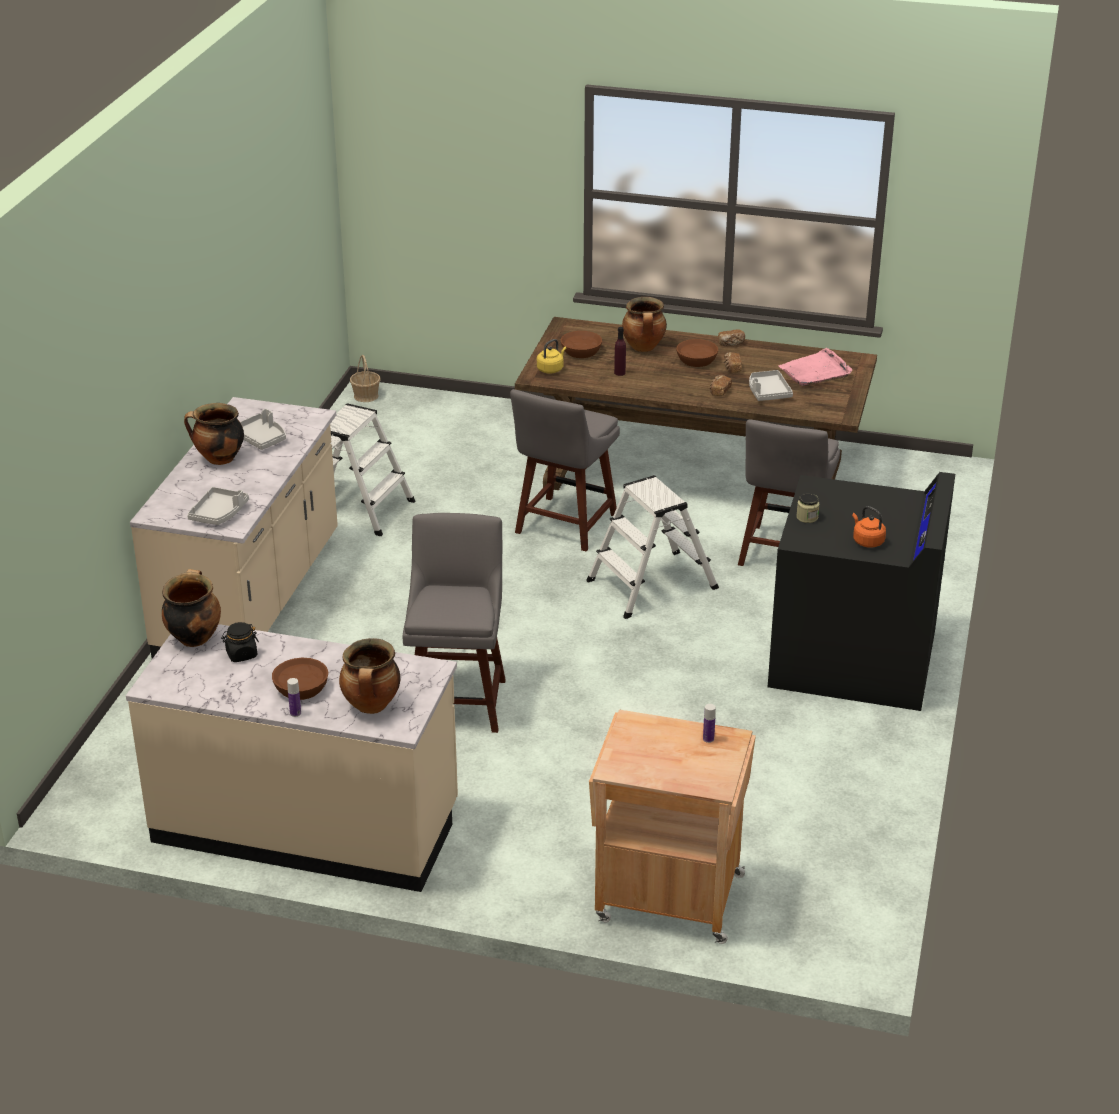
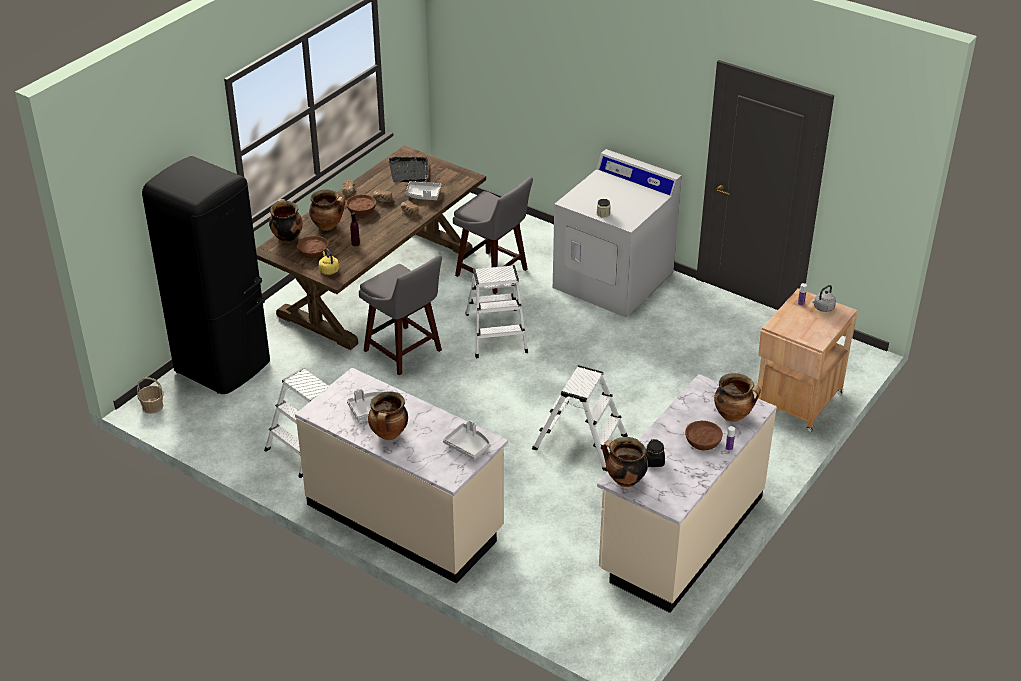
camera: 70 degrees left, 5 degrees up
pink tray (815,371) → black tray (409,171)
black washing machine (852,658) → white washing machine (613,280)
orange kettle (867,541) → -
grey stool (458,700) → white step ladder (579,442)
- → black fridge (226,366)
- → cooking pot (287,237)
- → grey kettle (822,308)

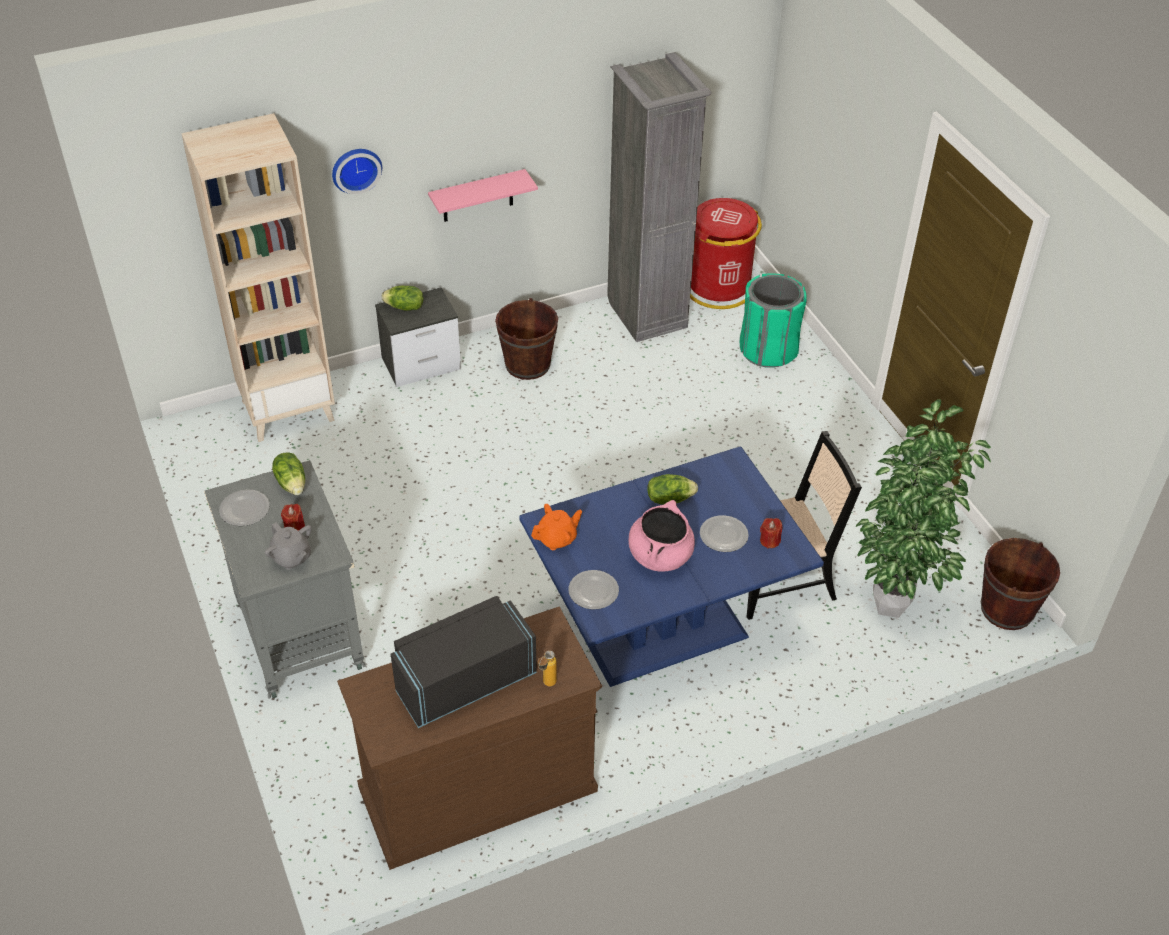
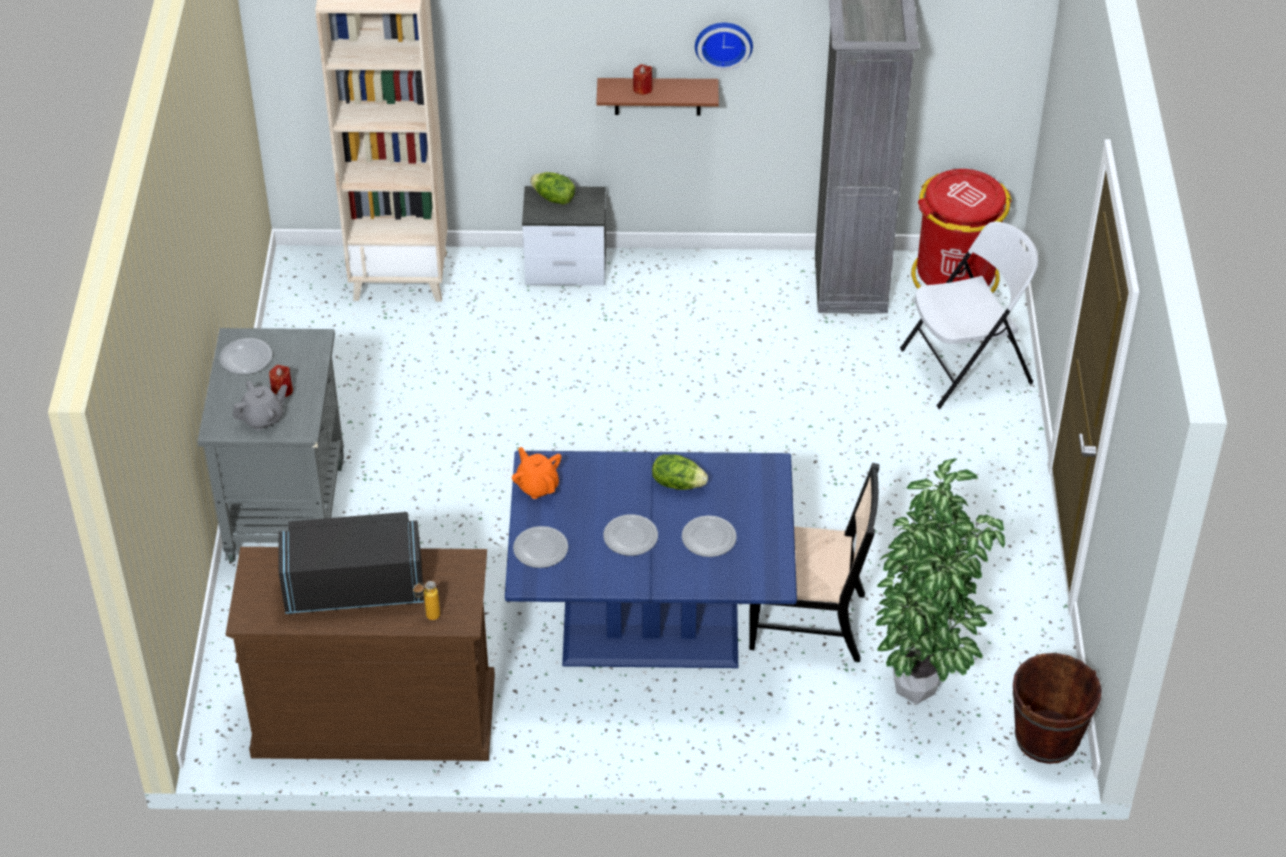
camera: 25 degrees right, 0 degrees up
wall clock (355,169) → wall clock (723,43), relocated
pink shelf (477,196) → brown shelf (657,96)
green trash can (768,349) → white chair (966,366)
brown bucket (527,364) → -
lettuce (292,483) → -
pink cooking pot (660,555) → plate (630,536)
orange teapot (557,539) → orange teapot (537,486), 120 degrees counterclockwise
red candle (769,541) → red candle (642,89), relocated
grey teapot (291,557) → grey teapot (263,418), 105 degrees counterclockwise

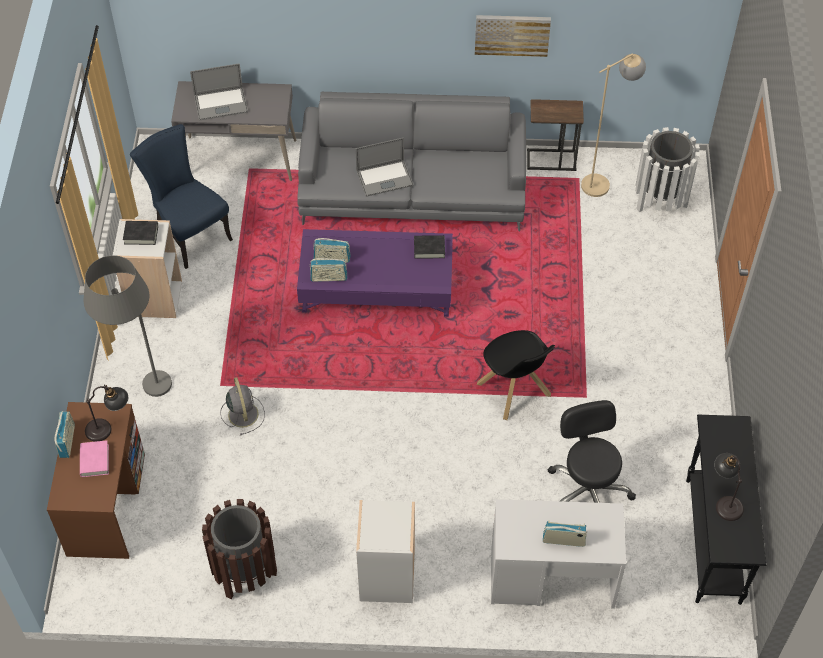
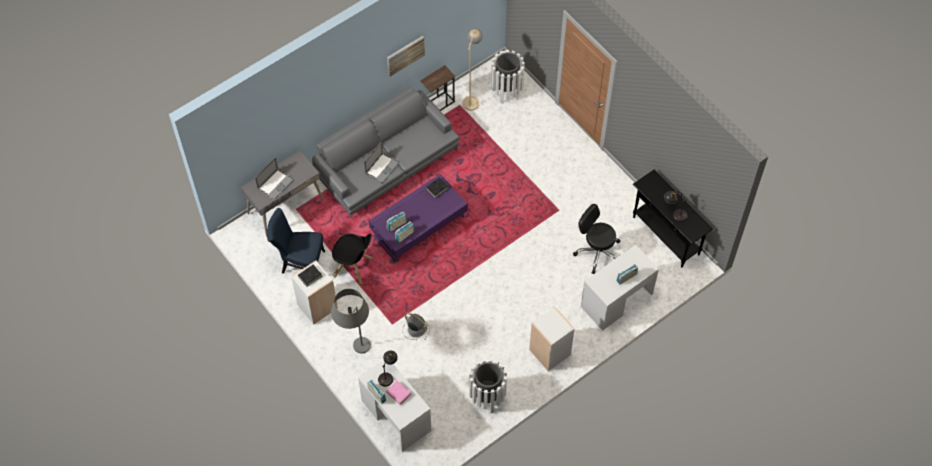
camera: 40 degrees left, 5 degrees up
black chair (514,391) → black chair (354,267), relocated
brown desk (106,504) → white desk (396,415)
brown trash can (244,571) → white trash can (487,397)

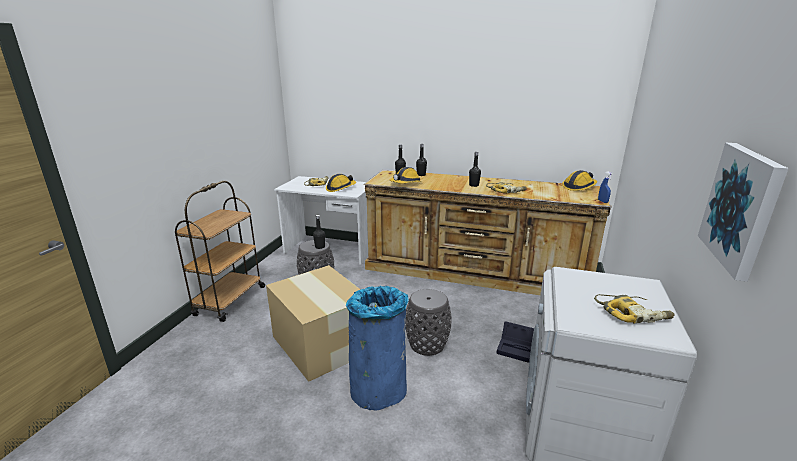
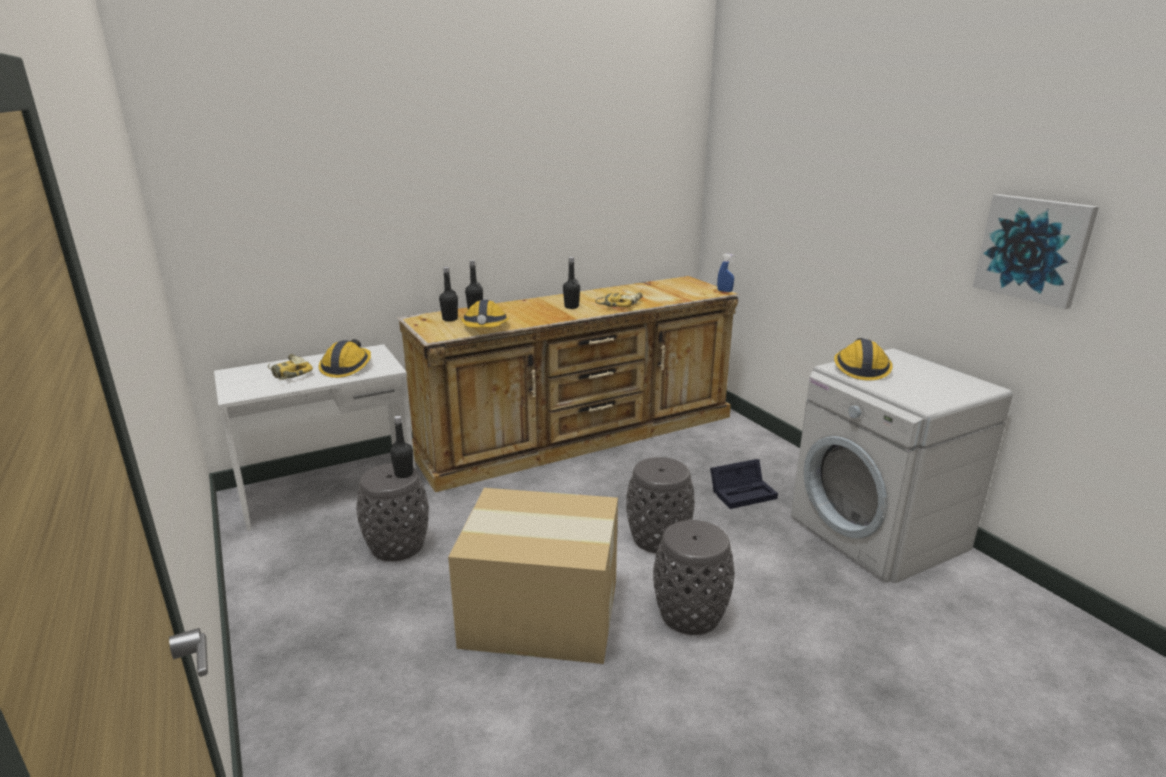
camera: 45 degrees left, 0 degrees up
hard hat (579,187) → hard hat (860,369), relocated
brown cart (229,301) → -
blue trash can (379,389) → grey stool (690,614)
power drill (632,313) → -

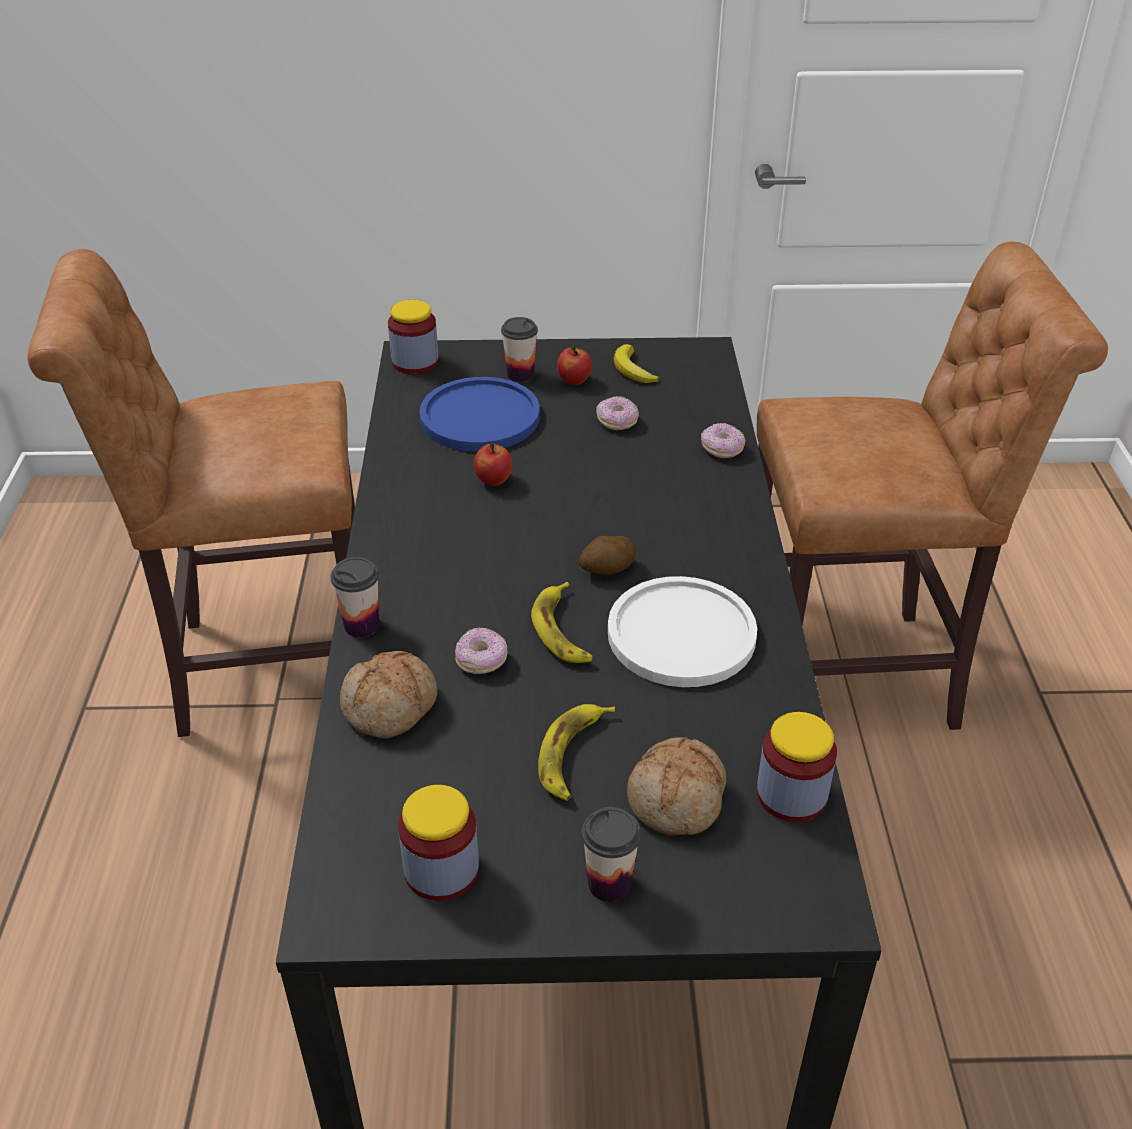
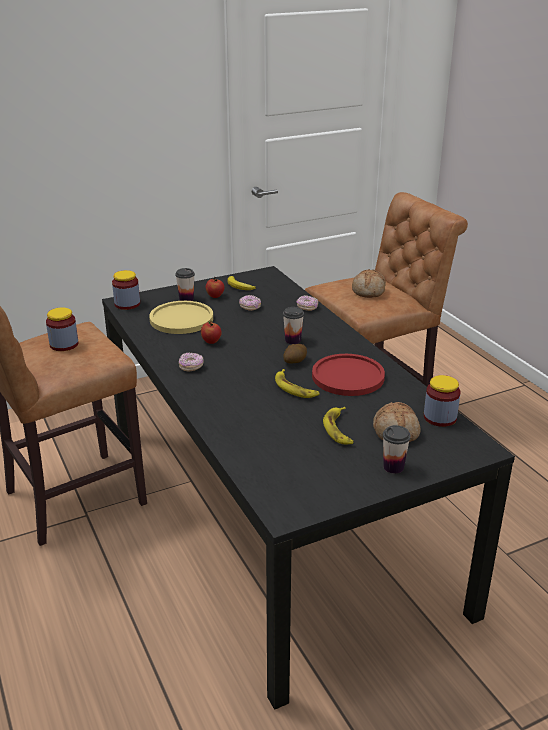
camera: 25 degrees left, 10 degrees down
blue plate (480,417) → yellow plate (181,319)
cup (361,625) → cup (293,340), relocated
white plate (681,634) → red plate (348,376)
donut (482,660) → donut (191,367), relocated
bread (391,707) → bread (369,291), relocated
jar (441,870) → jar (64,344), relocated

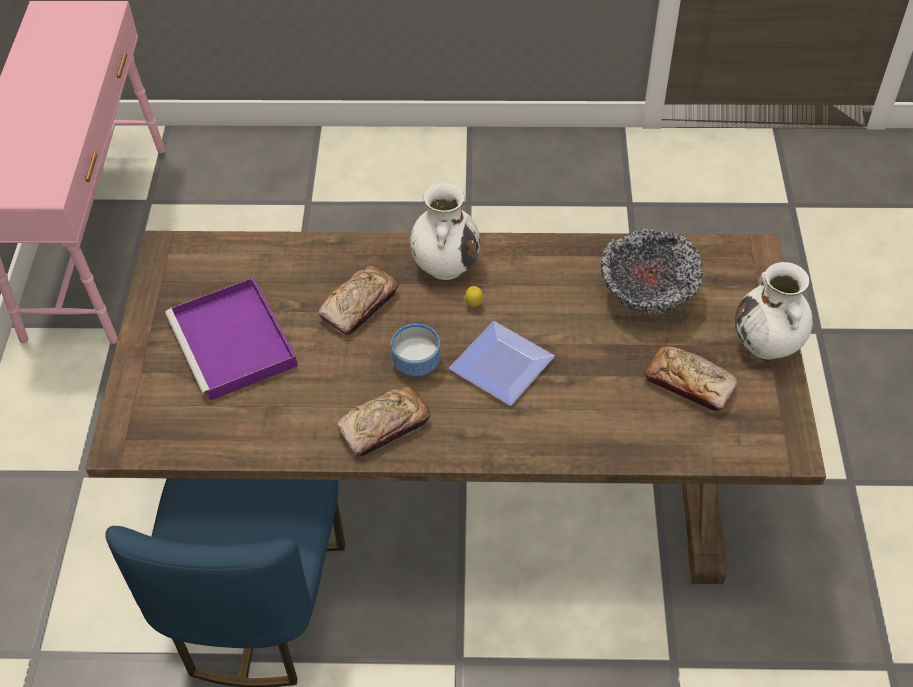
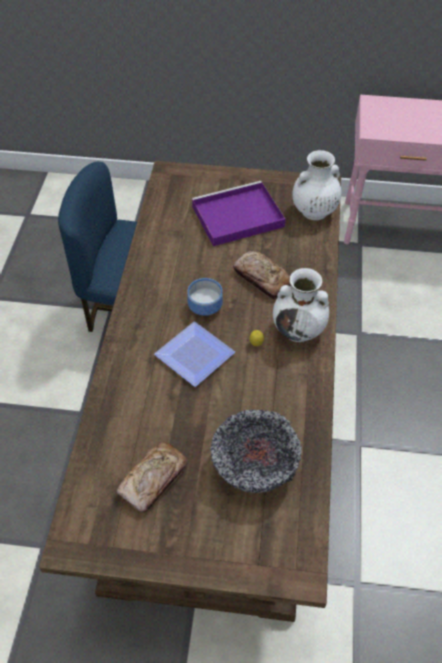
camera: 95 degrees right, 0 degrees up
white vase (767,345) → white vase (313,212), relocated
bread (384,427) → -

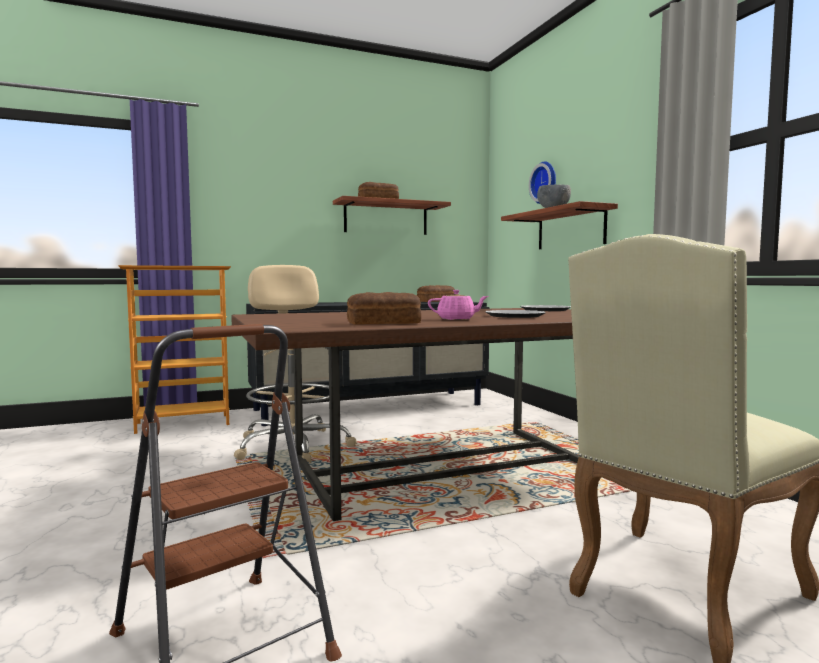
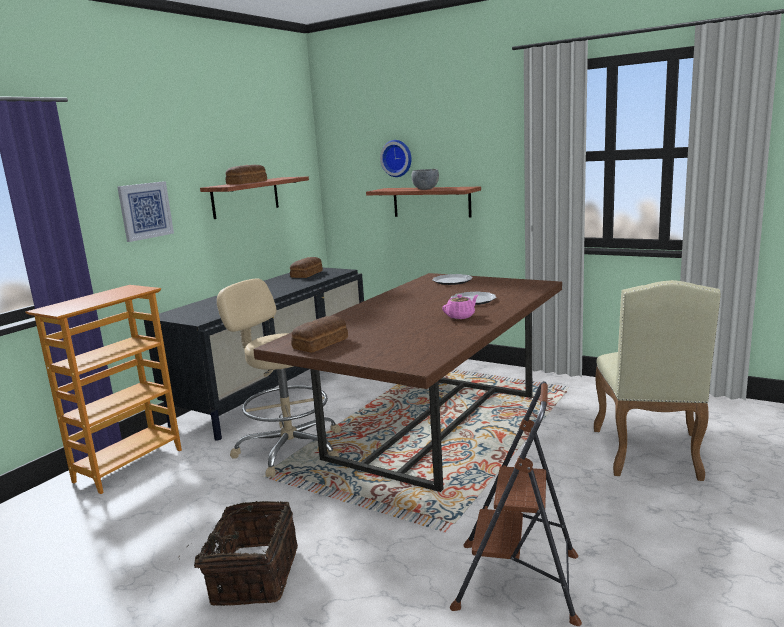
camera: 35 degrees left, 10 degrees up
bread (385,323) → bread (322,343), relocated
- → picture (145,210)
- → basket (252,575)

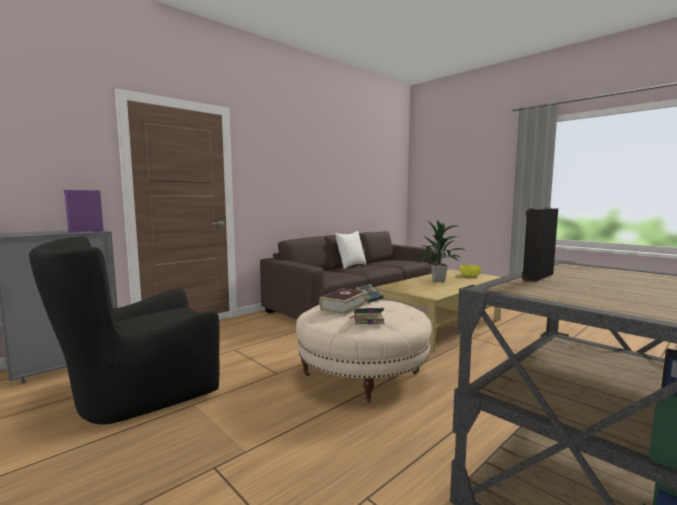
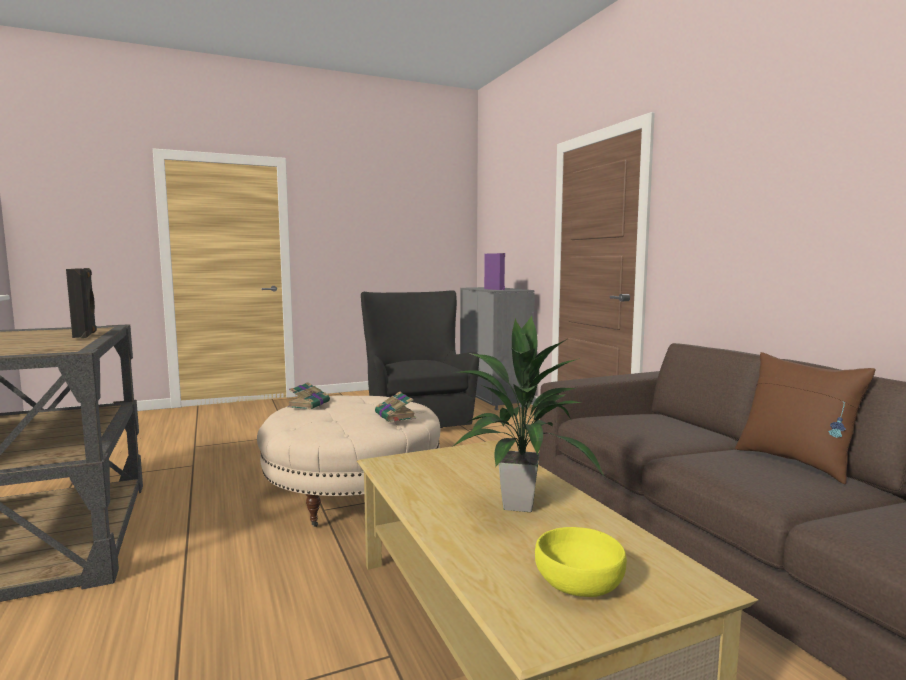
camera: 110 degrees right, 0 degrees up
white pillow (351,266) → brown pillow (794,463)
book (343,307) → -

